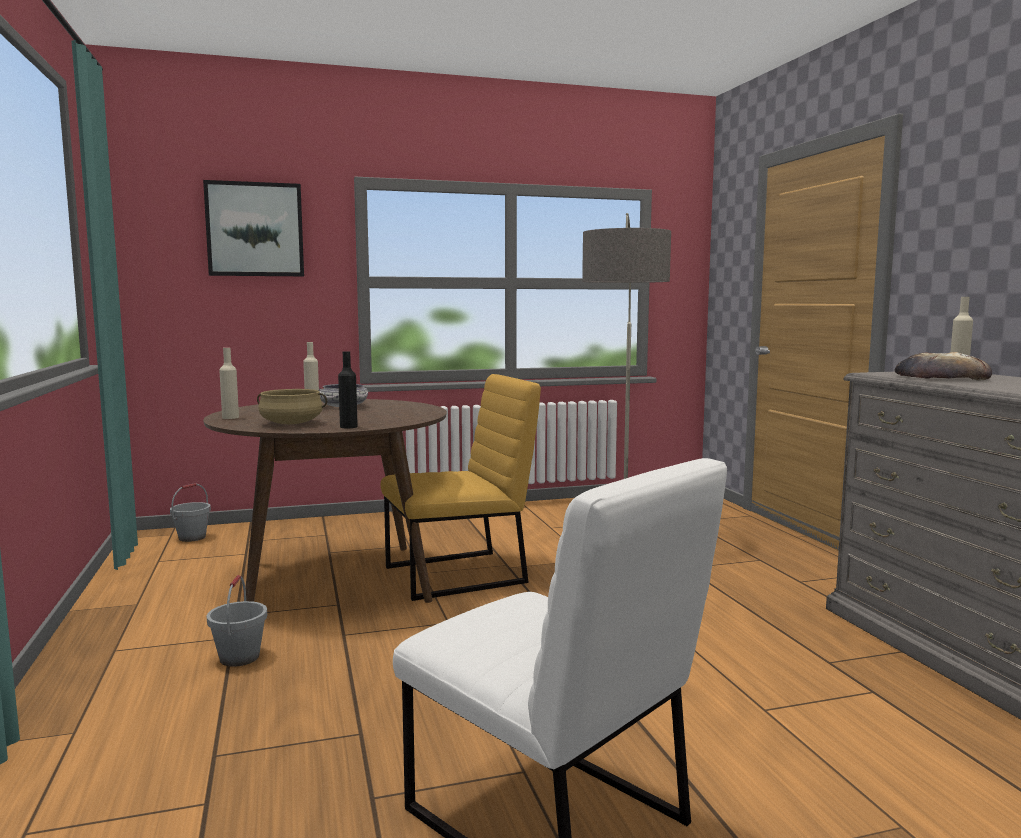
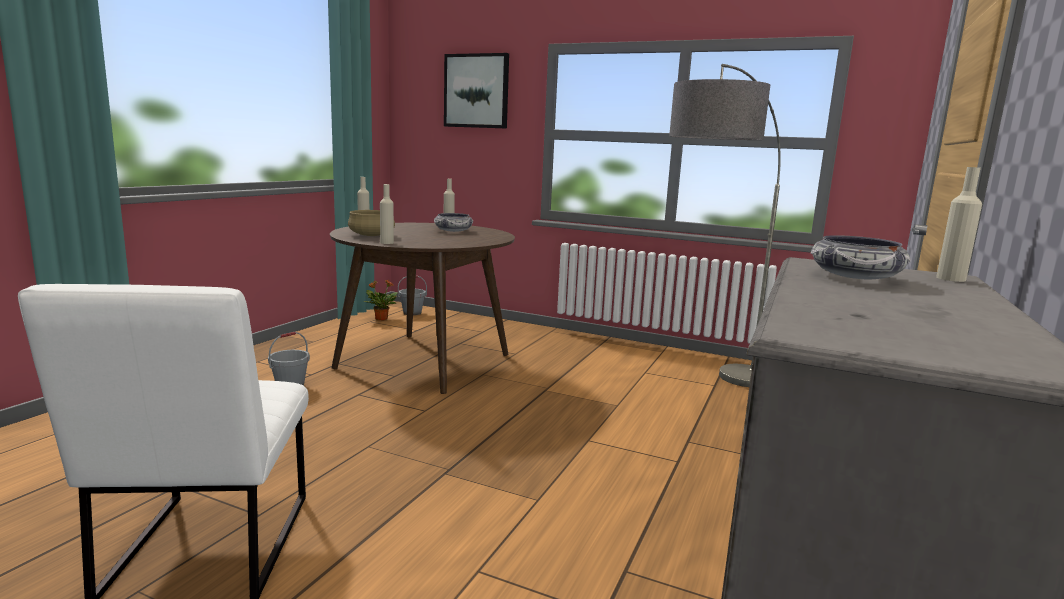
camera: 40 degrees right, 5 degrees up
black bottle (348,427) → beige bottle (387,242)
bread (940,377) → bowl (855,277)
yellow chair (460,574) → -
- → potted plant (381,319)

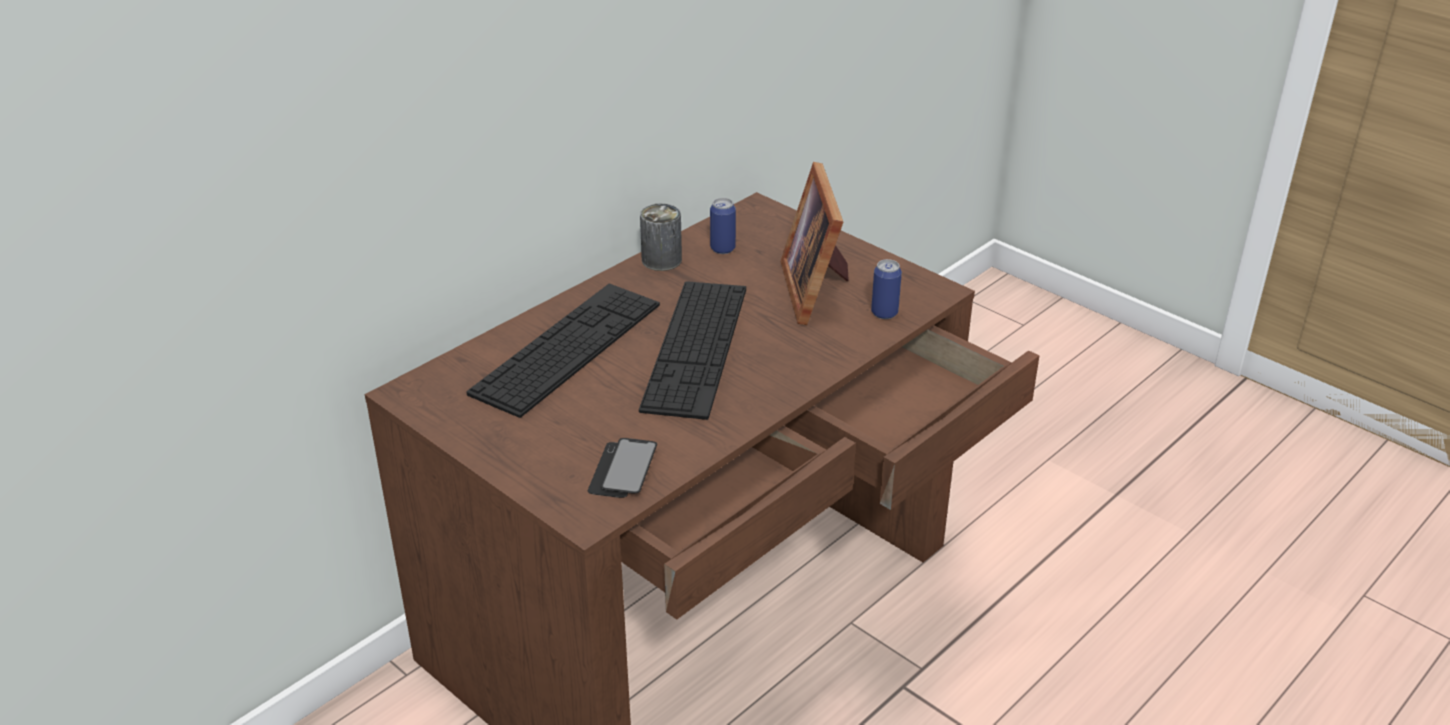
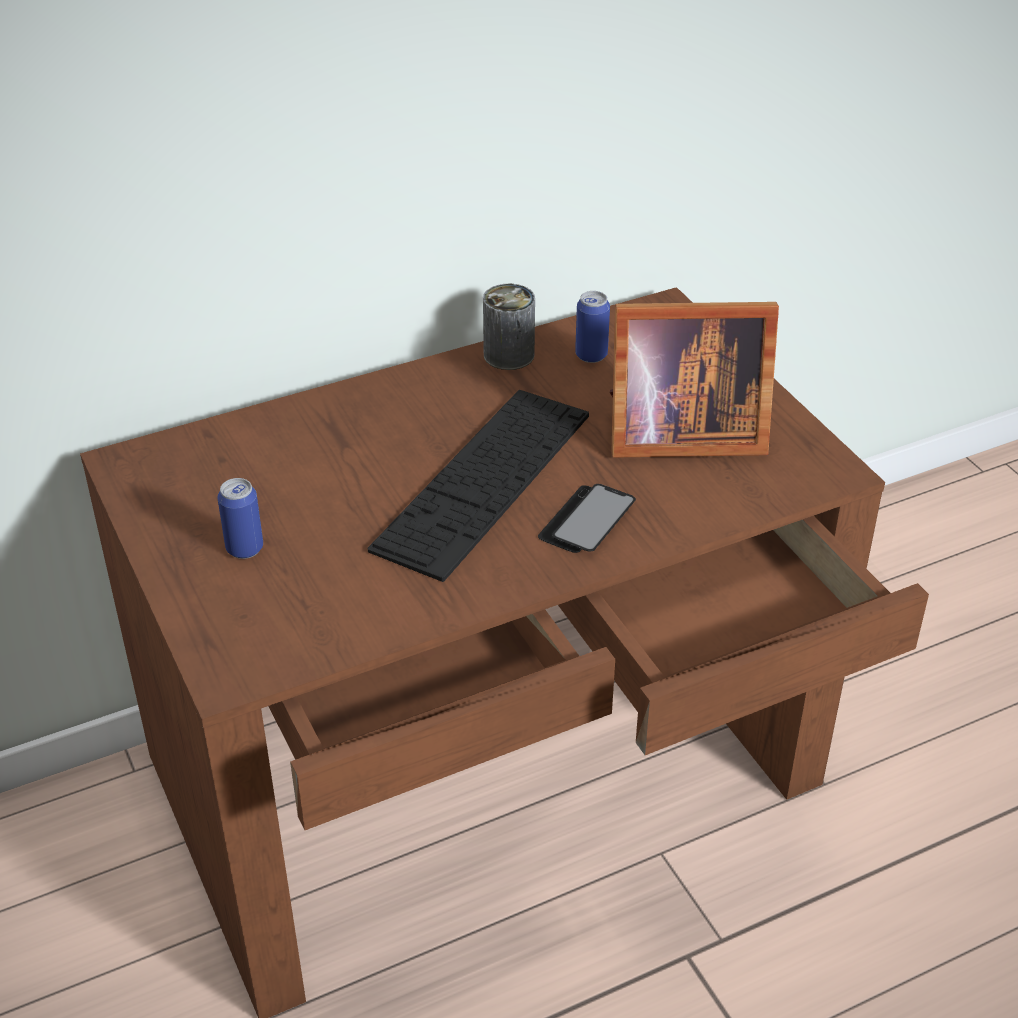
camera: 20 degrees right, 5 degrees up
picture frame (817,289) → picture frame (678,434), 105 degrees counterclockwise
can (884,313) → can (244,548), relocated
keyboard (567,348) → -
phone (623,470) → phone (587,521), relocated

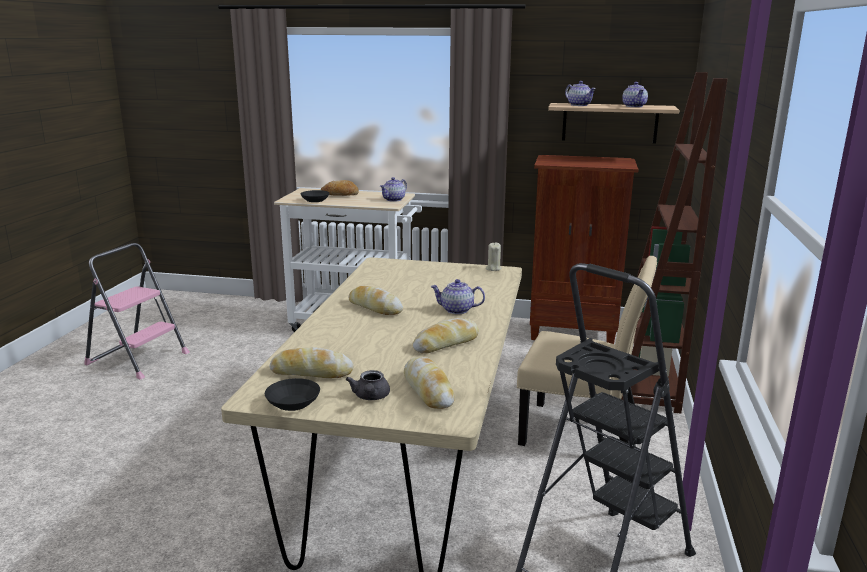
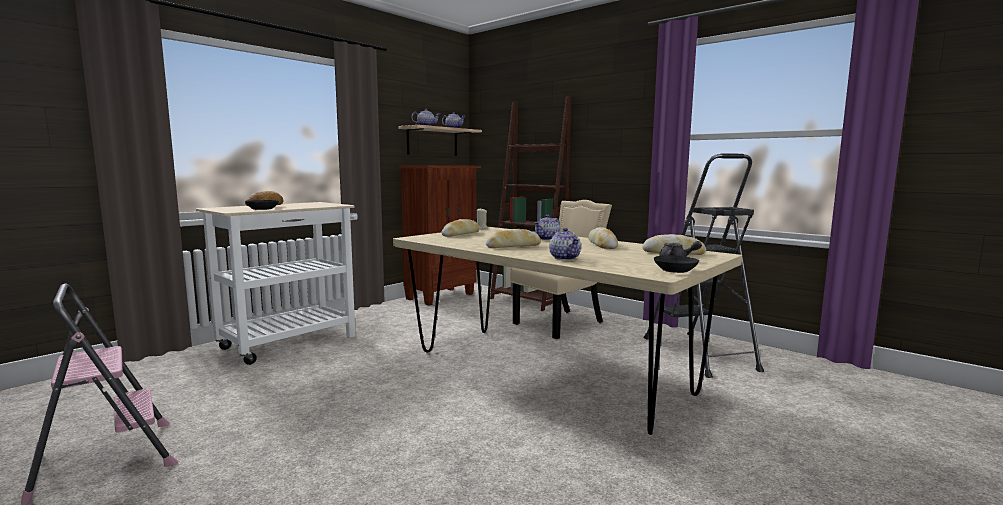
camera: 60 degrees left, 10 degrees down
teapot (393,200) → teapot (565,258), relocated
bread (311,372) → bread (460,234), relocated

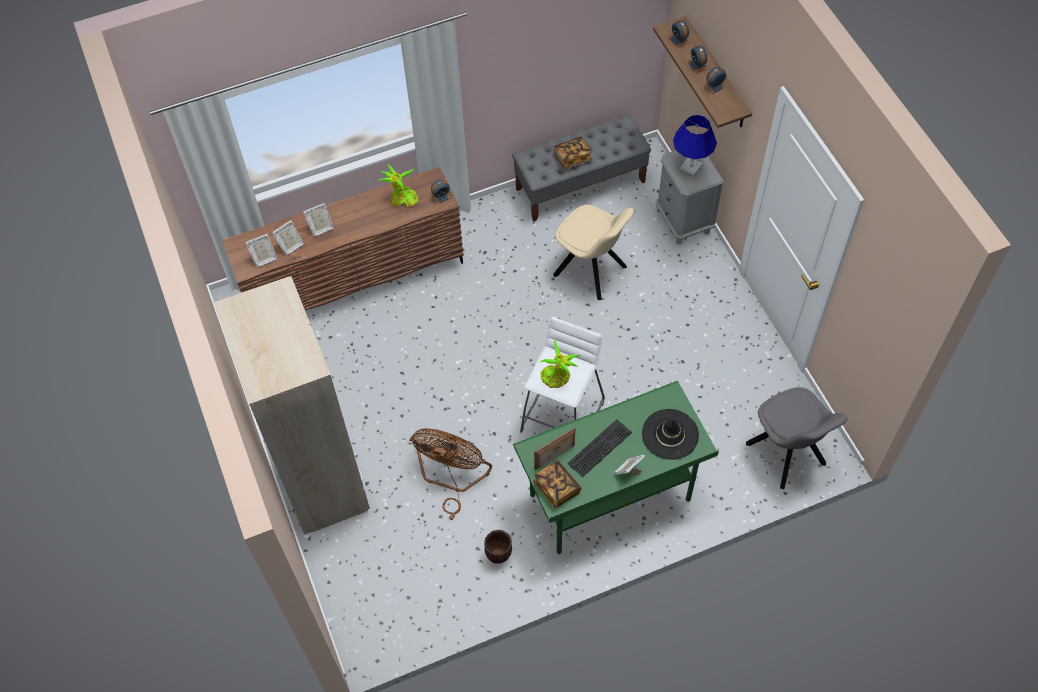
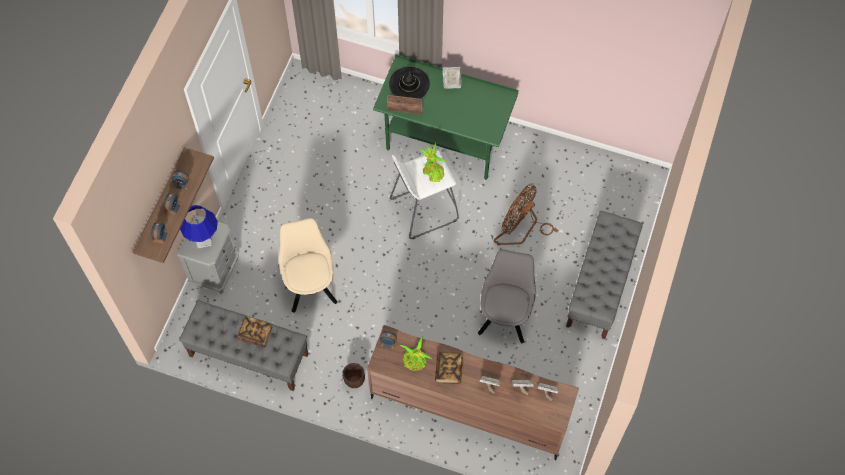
camera: 140 degrees left, 5 degrees up
beige wardrobe (322,479) → grey bench (600,285)
grey chair (786,454) → grey chair (505,316), relocated
keyboard (599,446) → -
picture frame (555,458) → picture frame (405,111), relocated
brown fan (450,477) → brown fan (523,226), 60 degrees clockwise
book (557,488) → book (448,371), relocated
brown planter (499,556) → brown planter (355,381), relocated

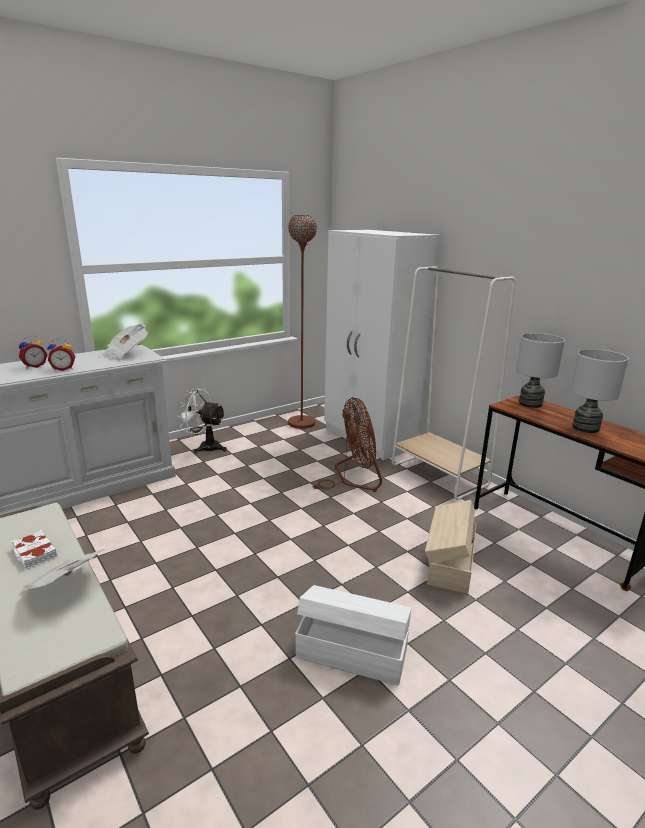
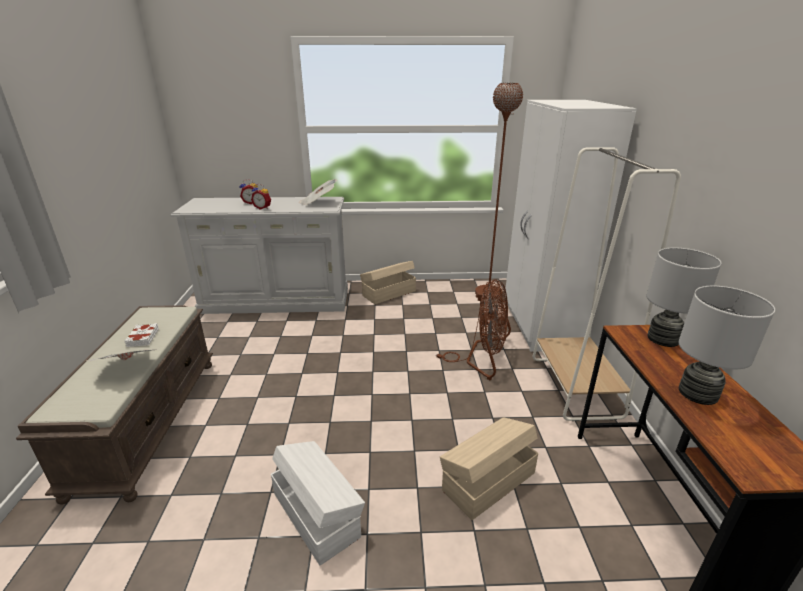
camera: 35 degrees right, 5 degrees up
white fan (205,447) → beige storage box (388,293)

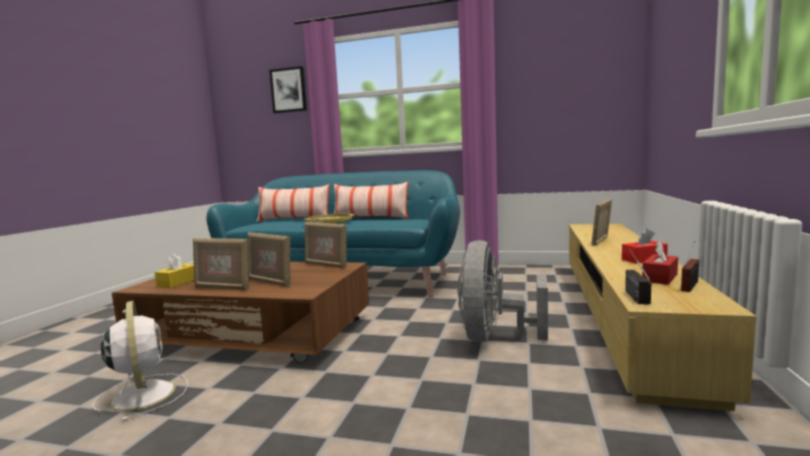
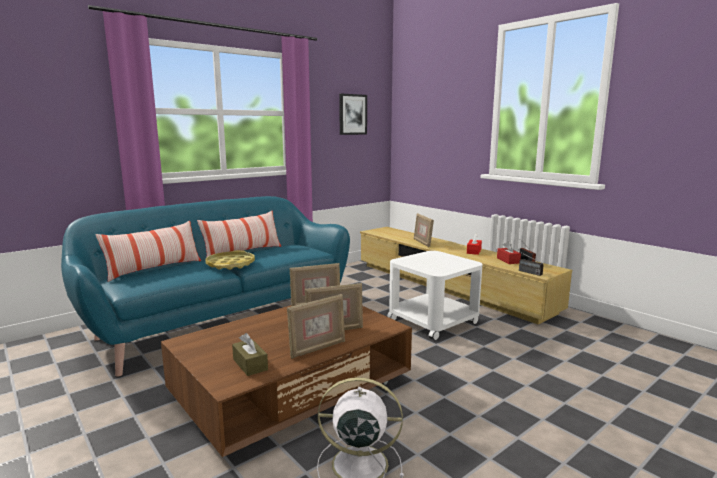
camera: 55 degrees left, 5 degrees up
picture (288,90) → picture (352,114), relocated
grey fan (494,337) → white side table (433,321)
yellow tissue box (178,283) → brown tissue box (250,364)

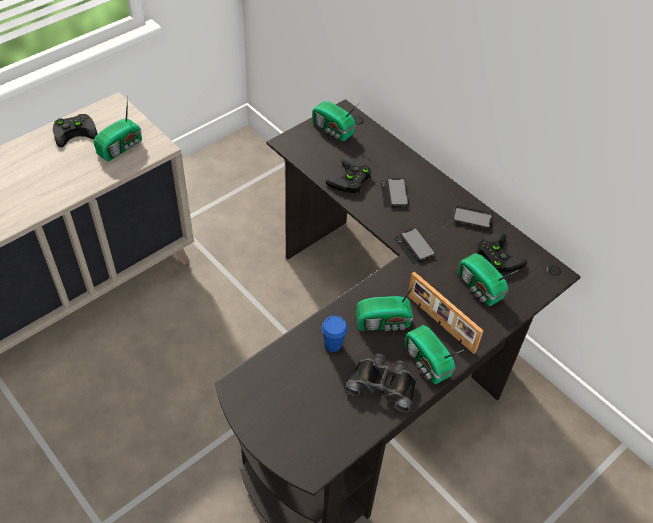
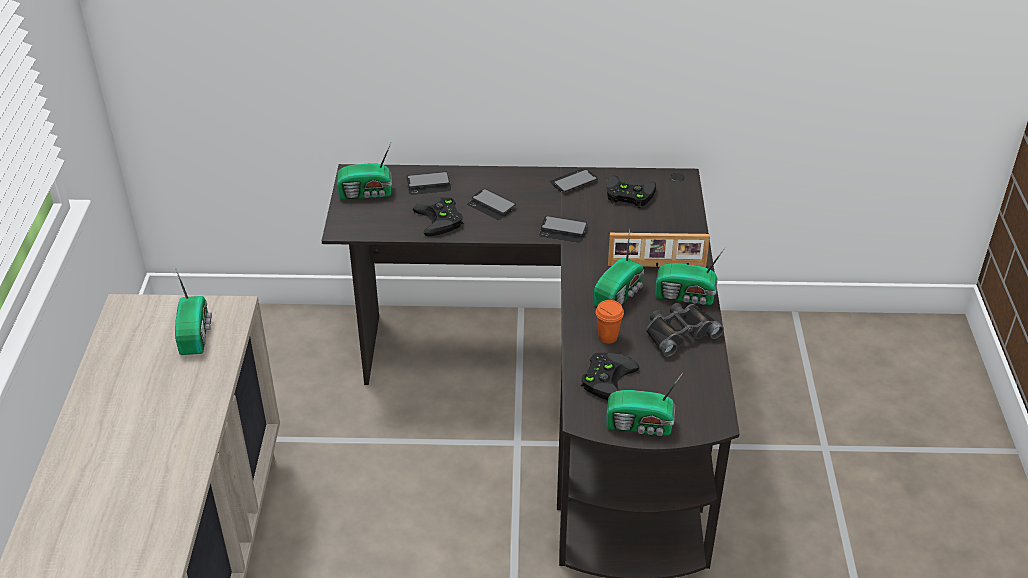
camera: 45 degrees left, 10 degrees down
black game controller (76,131) → black game controller (607,378), relocated
radio (480,288) → radio (641,425), relocated
blue cup (333,345) → orange cup (608,337)
- → phone (428,184)

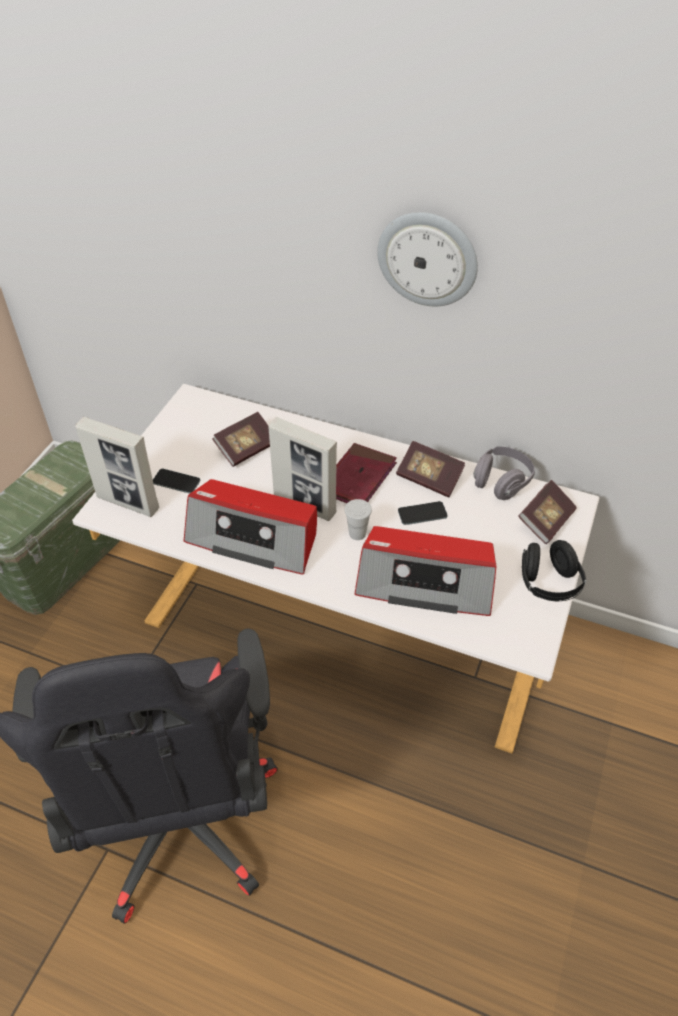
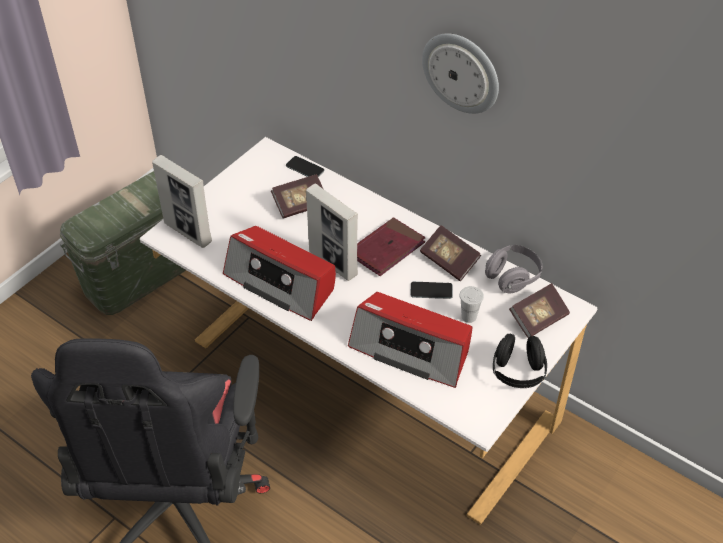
camera: 15 degrees right, 0 degrees up
phone (176,481) → phone (305,168), relocated
white cup (357,533) → white cup (469,316), relocated

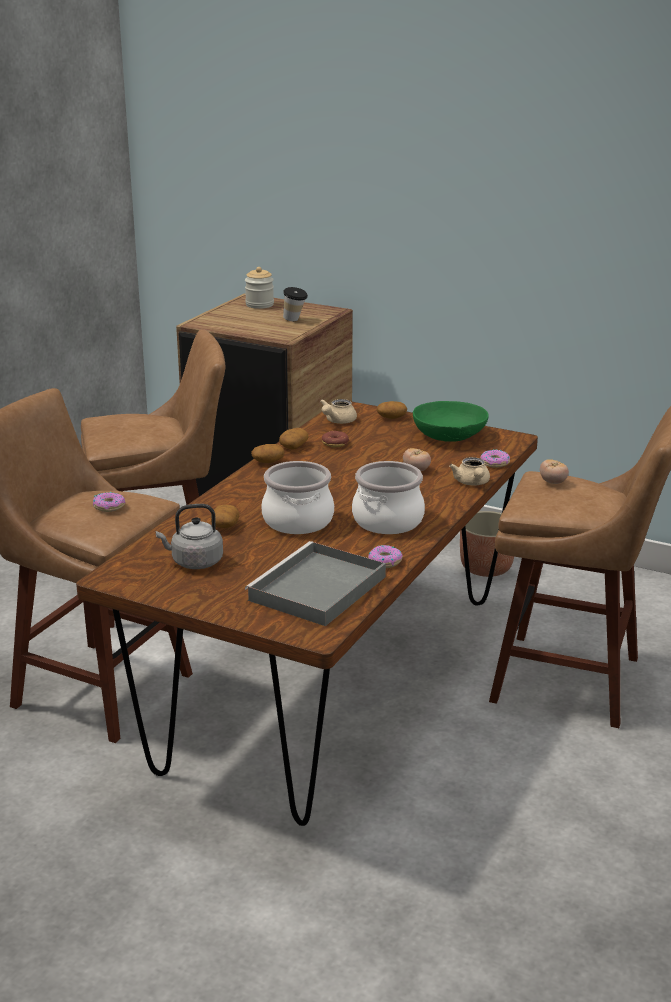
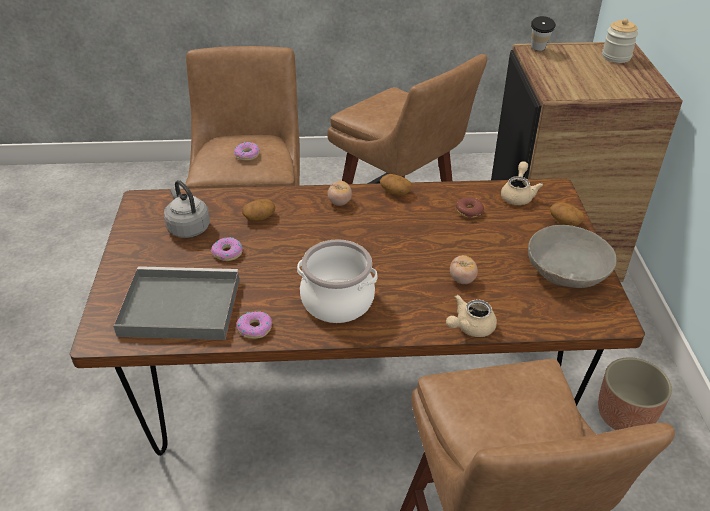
camera: 60 degrees right, 15 degrees up
cup (295,320) → cup (538,50), relocated
beige teapot (337,421) → beige teapot (518,195), 105 degrees clockwise
green bowl (449,435) → grey bowl (567,272)
potato (294,446) → -
donut (495,463) → donut (227,253), relocated
tomato (553,482) → tomato (339,202), relocated
cooking pot (298,521) → -

